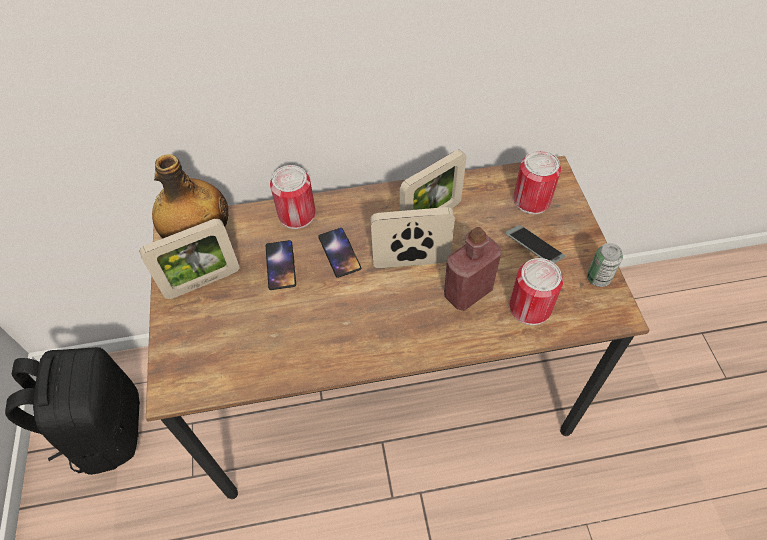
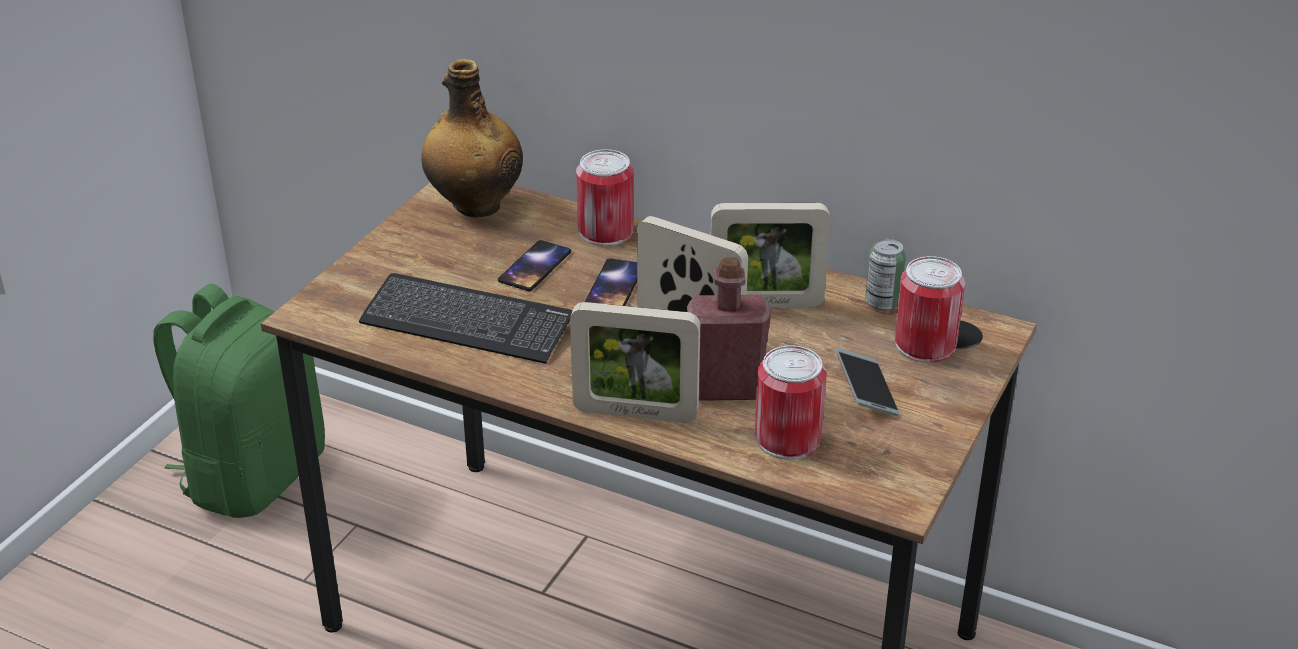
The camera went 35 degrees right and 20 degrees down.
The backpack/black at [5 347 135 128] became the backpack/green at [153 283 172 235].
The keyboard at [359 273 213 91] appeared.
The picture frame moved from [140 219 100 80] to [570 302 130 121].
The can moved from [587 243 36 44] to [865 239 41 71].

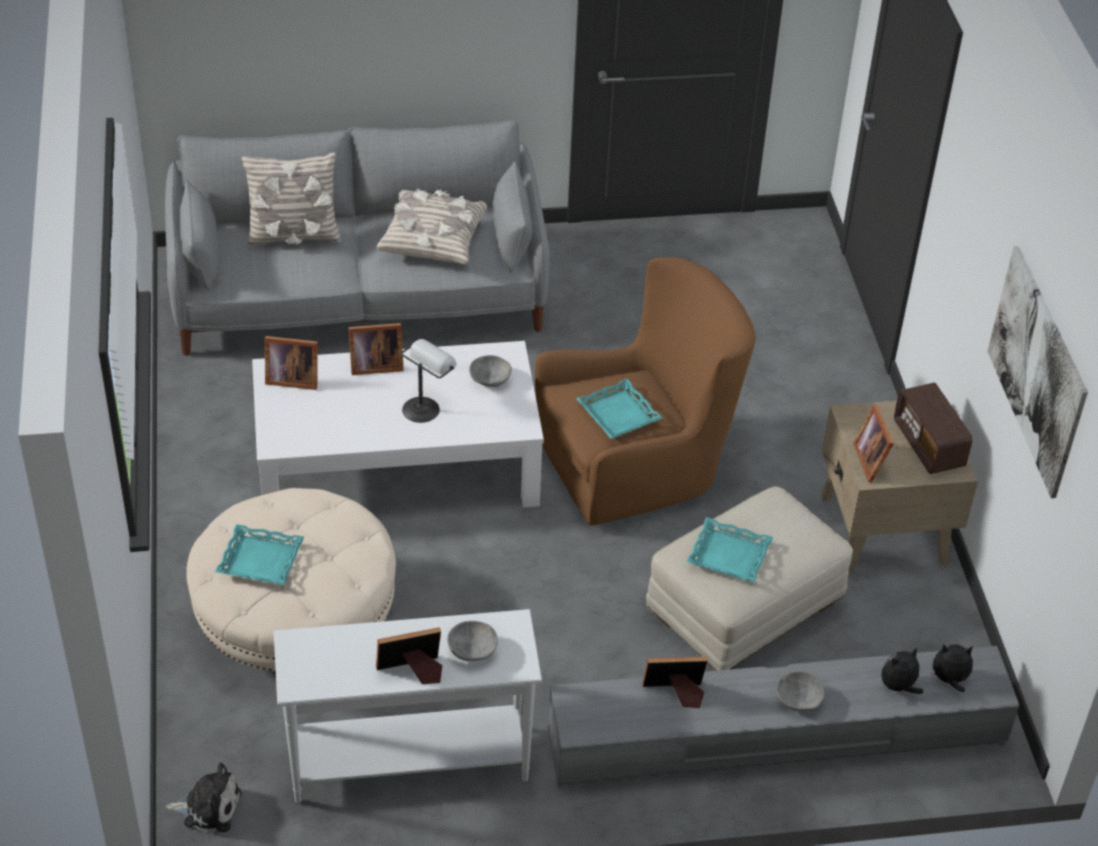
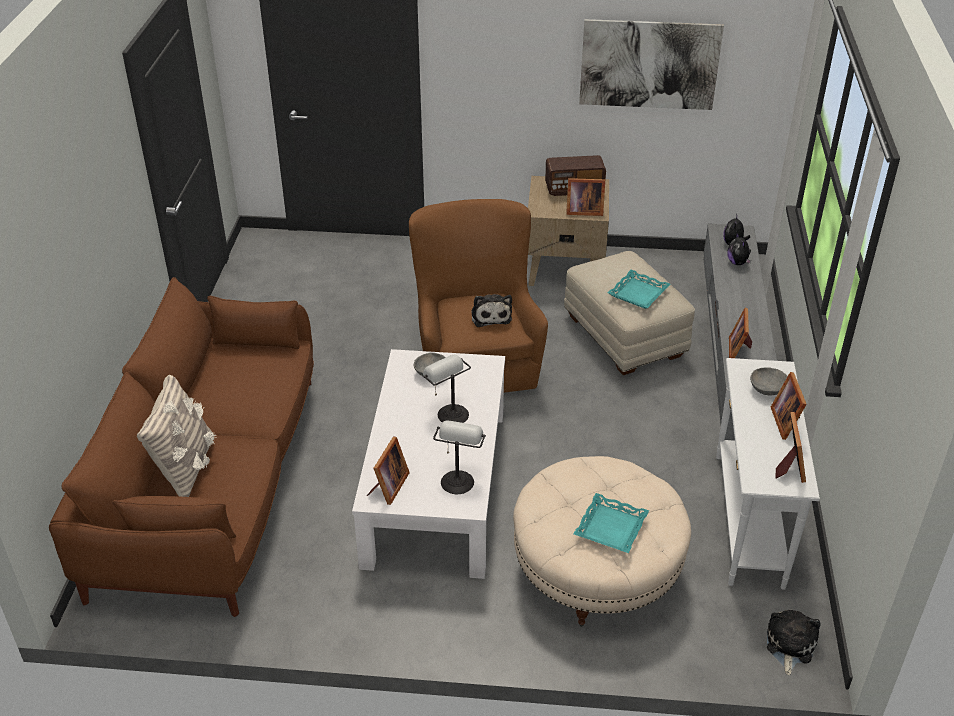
The camera went 75 degrees left and 5 degrees down.
The sofa/grey at [165 120 384 236] became the sofa/brown at [49 277 265 340].
The table lamp at [433 420 53 74] appeared.
The tray/turquoise at [576 378 86 61] was replaced by the plush toy at [471 294 41 33].
The picture frame moved from [349 323 55 52] to [775 412 31 71].
The pillow/beige at [377 189 110 75] disappeared.
The bowl/grey at [776 671 49 41] disappeared.

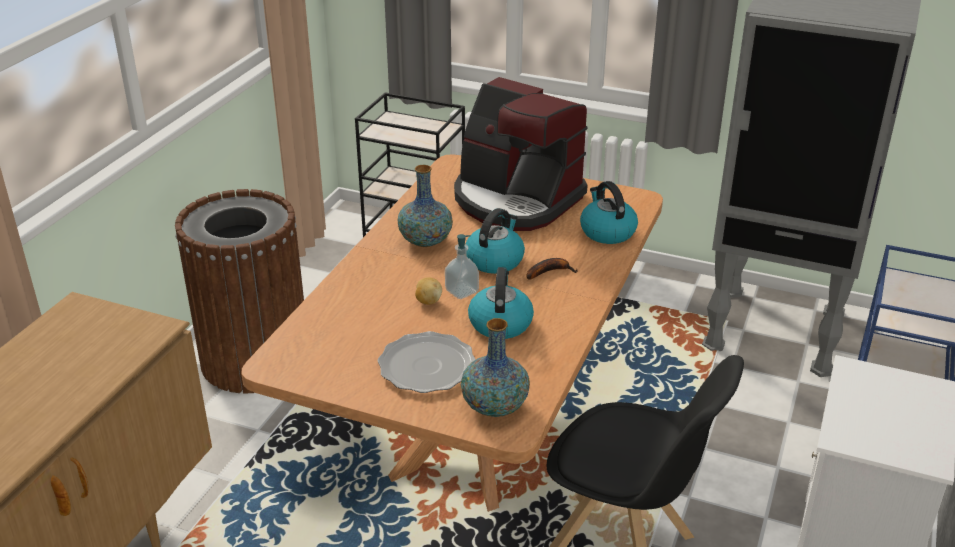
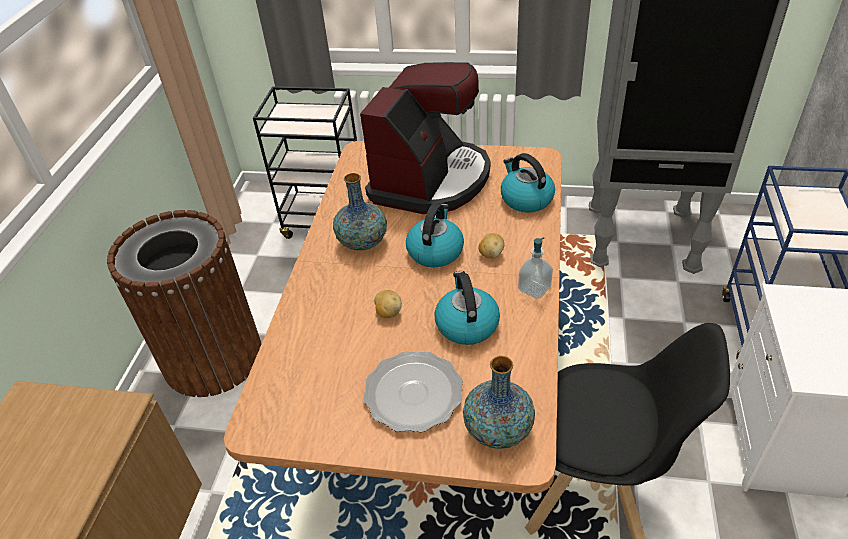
The camera went 10 degrees left and 10 degrees up.
The coffee machine at [454 77 134 154] turned 90 degrees counterclockwise.
The banana at [526 258 52 22] was replaced by the potato at [478 233 26 26].
The soap dispenser moved from [445 234 34 65] to [518 237 35 62].

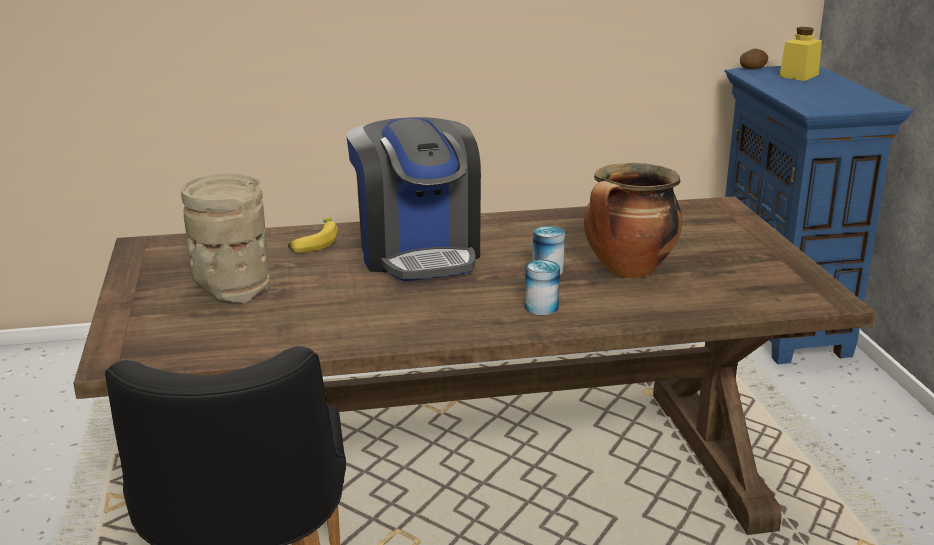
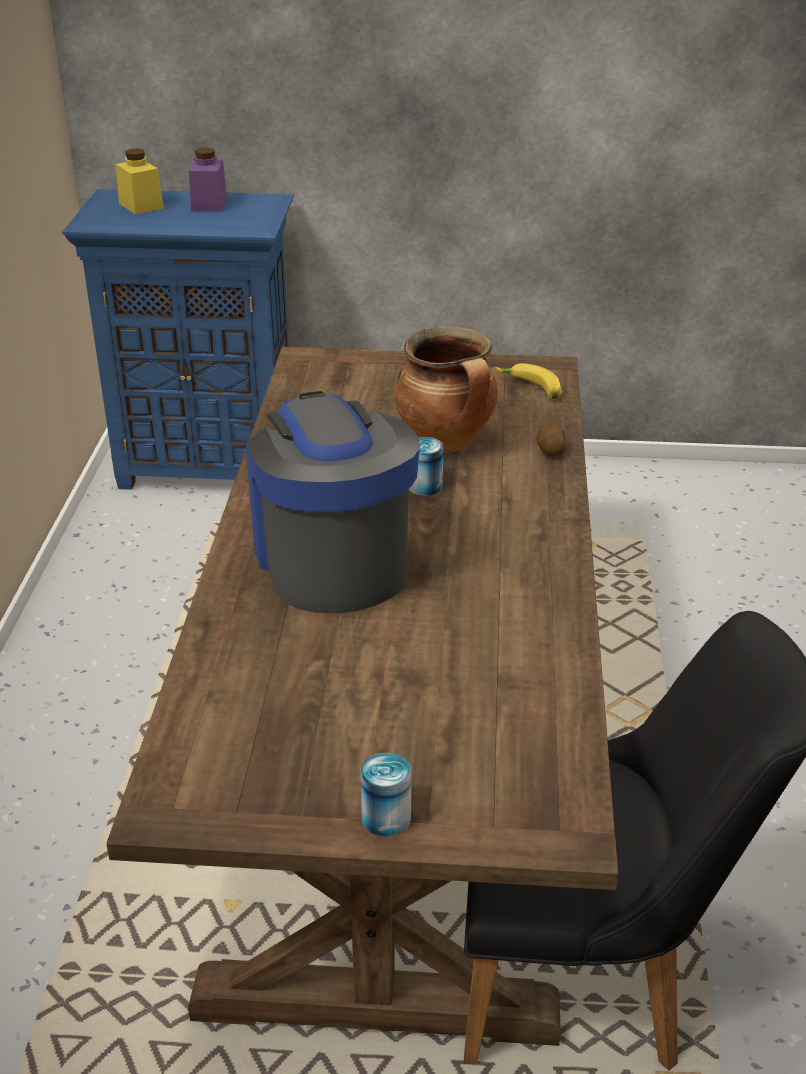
The camera went 75 degrees left and 10 degrees up.
The jar/purple at [189 147 38 65] appeared.
The coffee machine at [346 117 135 164] turned 105 degrees counterclockwise.
The can moved from [525 260 35 55] to [361 753 50 84].
The banana moved from [288 217 50 36] to [495 363 67 36].
The potato moved from [740 49 28 20] to [536 422 30 35].
The vase/beige at [181 174 89 129] disappeared.

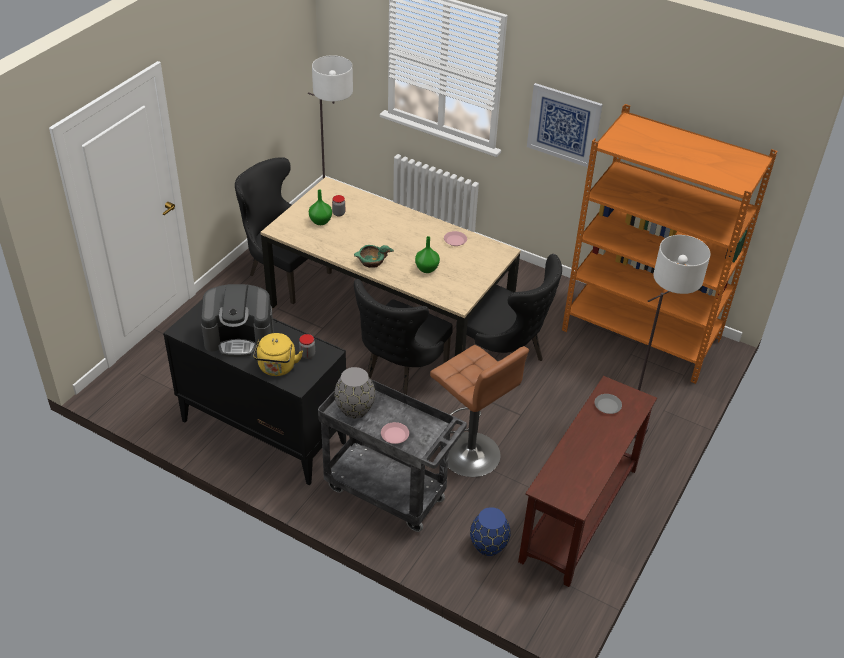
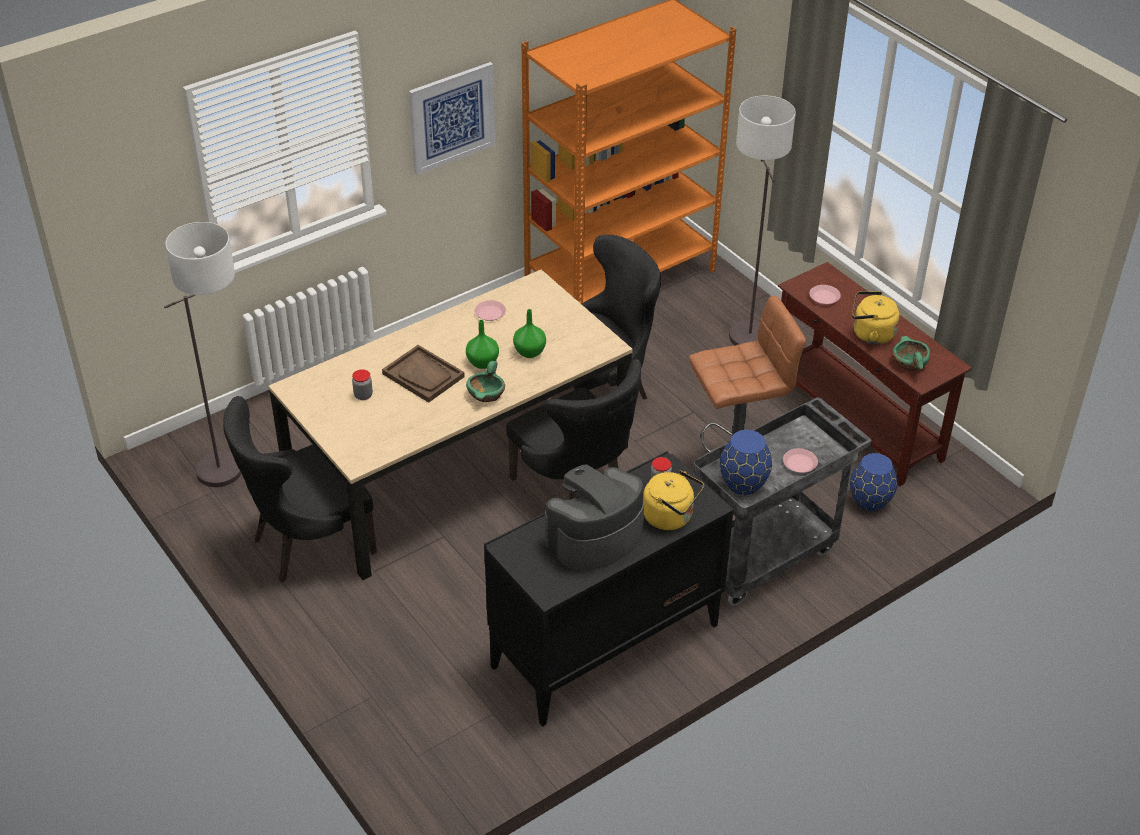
The camera went 65 degrees left and 0 degrees up.
The tray/brown at [382 345 83 58] appeared.
The vase/green moved from [309 189 23 36] to [466 320 33 49].
The coffee machine at [201 284 73 73] turned 150 degrees counterclockwise.
The vase/grey at [334 367 42 51] became the vase/blue at [720 430 52 65].
The plate/grey at [595 394 27 20] became the plate/pink at [809 285 32 20].
The kettle/yellow at [852 291 48 53] appeared.
The bowl/green at [893 336 37 35] appeared.

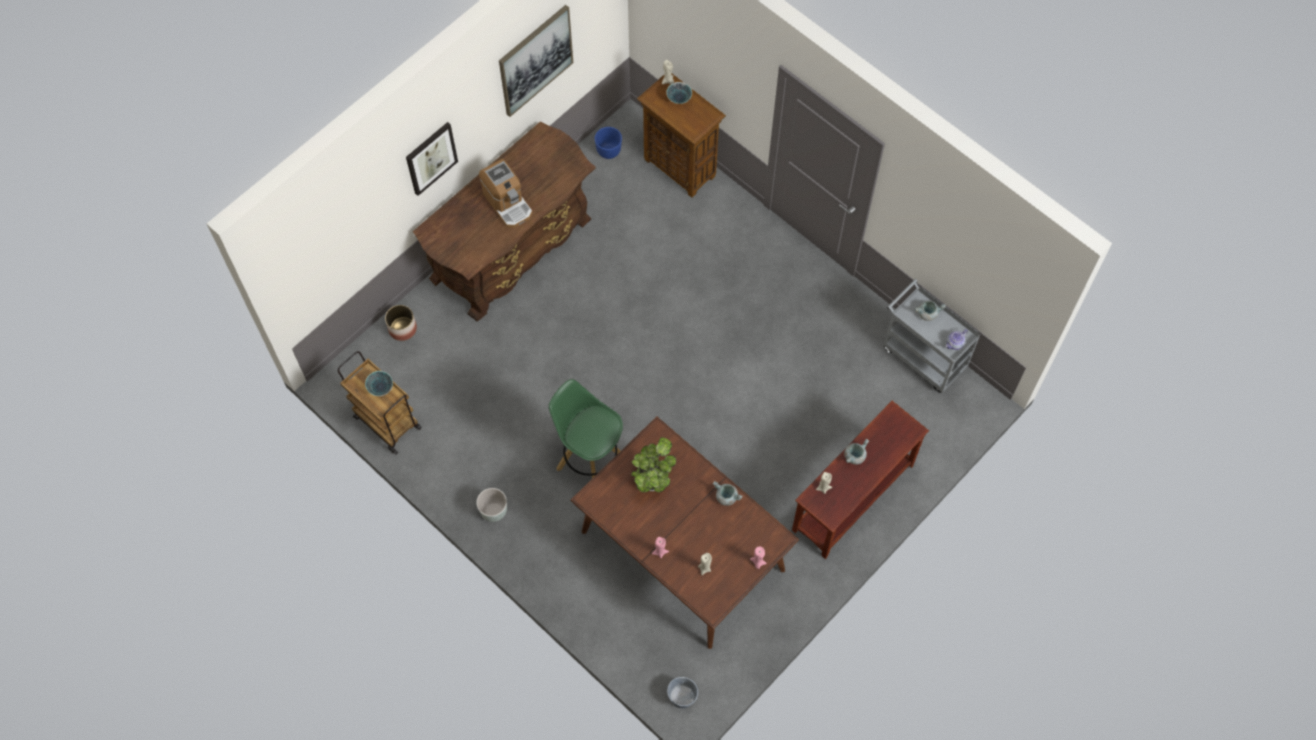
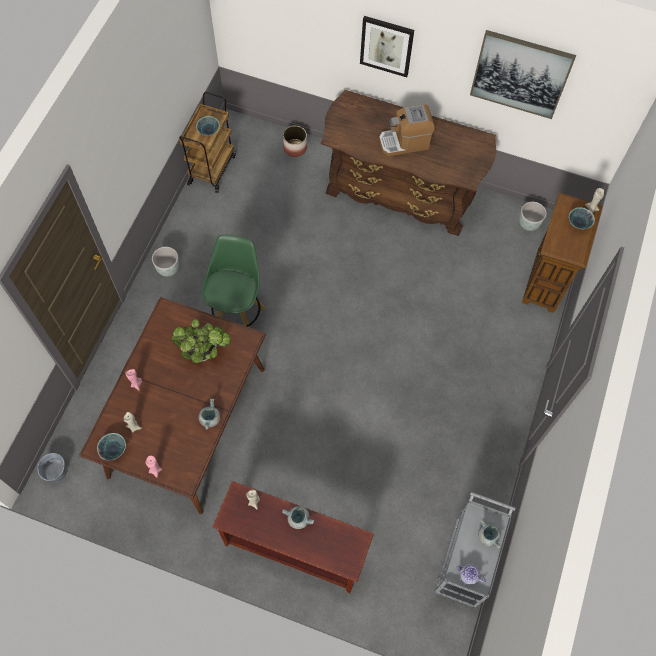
The camera went 65 degrees right and 0 degrees up.
The bowl at [97 433 29 28] appeared.
The coffee machine at [479 158 53 70] turned 45 degrees clockwise.
The planter/blue at [595 127 27 32] became the planter/grey at [519 202 27 29].

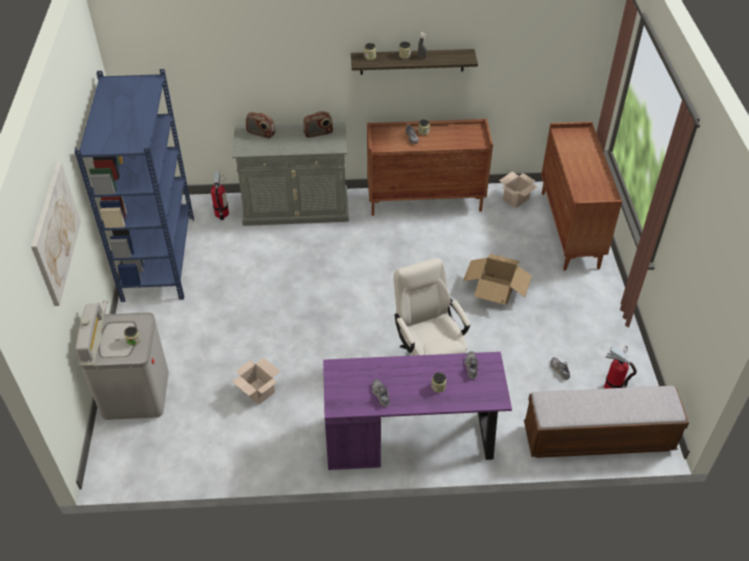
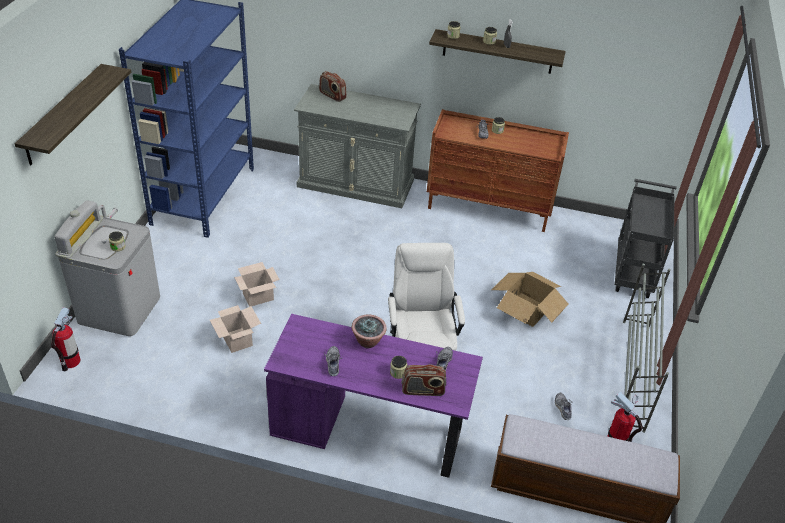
The camera went 15 degrees right and 5 degrees down.
The picture at [31 162 50 144] was replaced by the shelf at [15 64 117 101].
The fire extinguisher moved from [211 171 18 49] to [51 307 30 64].
The cardboard box moved from [499 171 39 37] to [234 262 46 45].
The potted plant at [351 314 36 34] appeared.
The radio moved from [303 111 30 27] to [402 364 44 32].
The cabinet/brown at [541 122 81 149] was replaced by the cart/grey at [614 179 63 119].
The shoe rack/grey at [623 263 48 170] appeared.

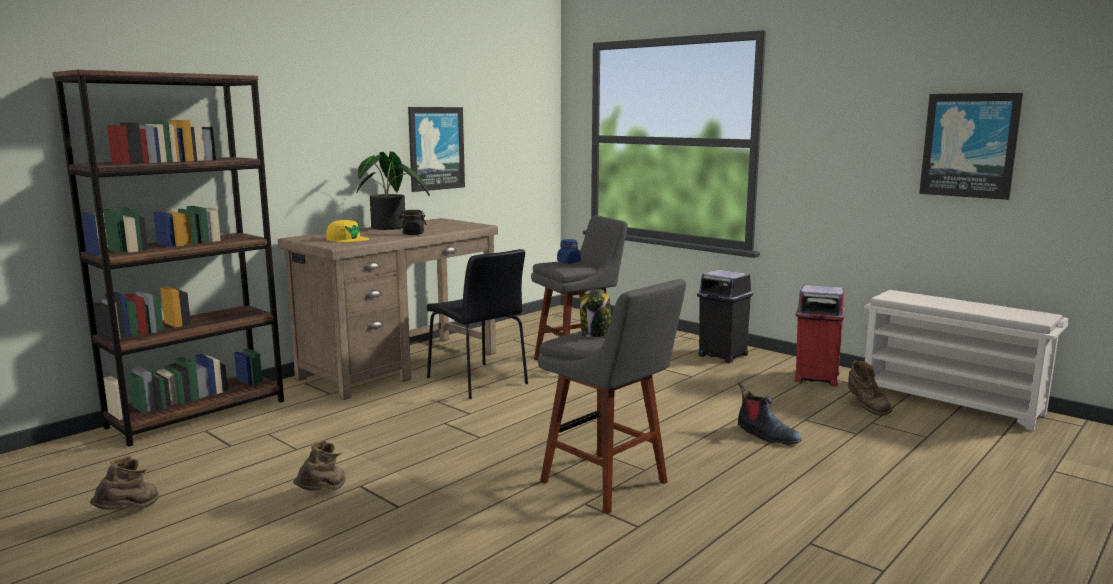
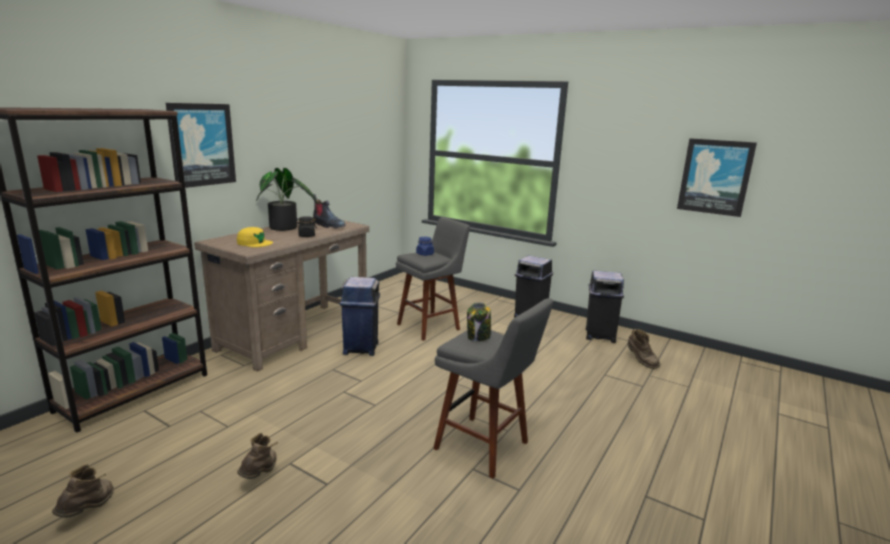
The camera went 10 degrees left and 5 degrees up.
The picture moved from [408 107 57 85] to [166 103 70 85].
The boot moved from [738 382 64 63] to [313 194 33 34].
The chair/black at [427 249 101 150] was replaced by the trash can/blue at [340 277 40 79].
The trash can/red at [794 285 52 101] became the trash can/black at [586 271 38 72].
The shoe rack/white at [864 290 204 141] disappeared.

